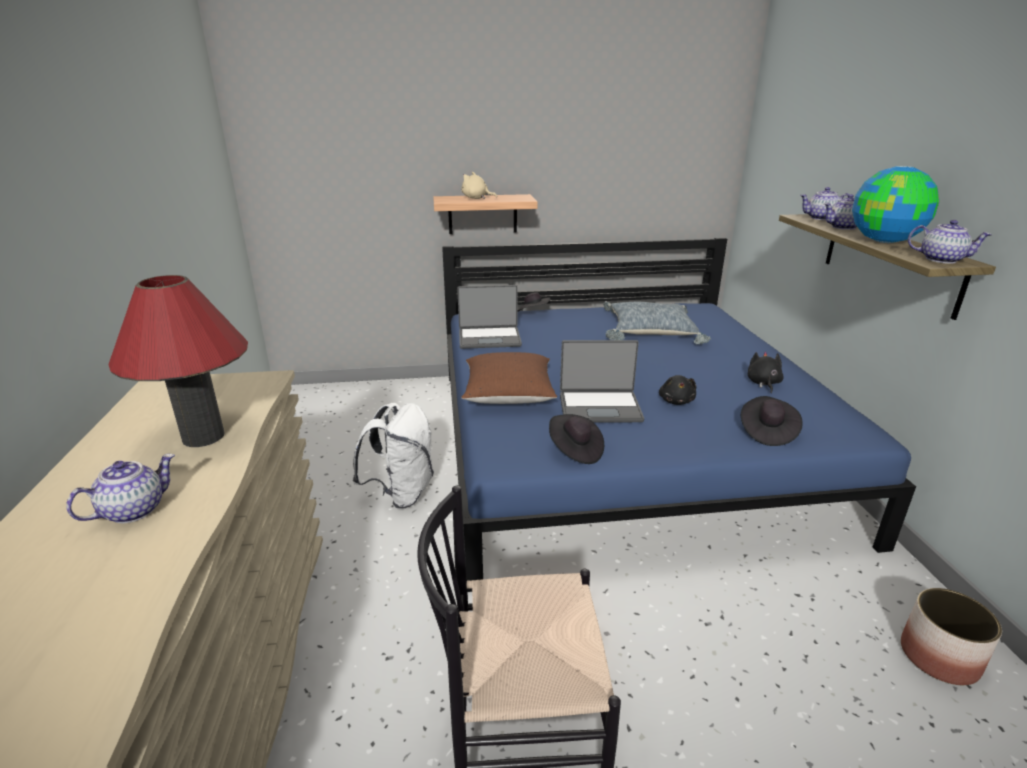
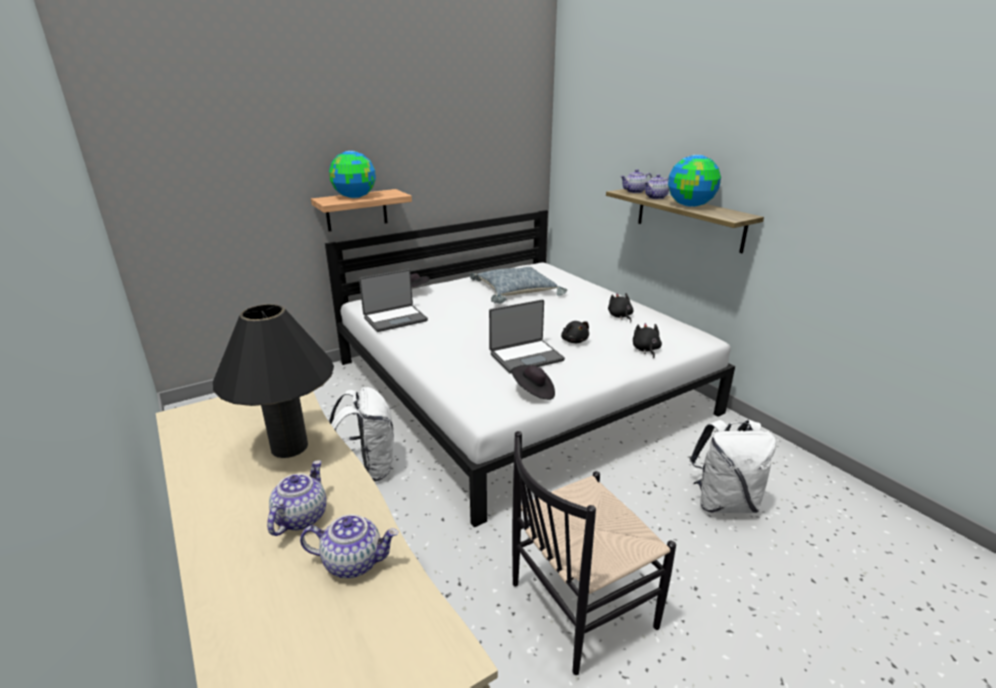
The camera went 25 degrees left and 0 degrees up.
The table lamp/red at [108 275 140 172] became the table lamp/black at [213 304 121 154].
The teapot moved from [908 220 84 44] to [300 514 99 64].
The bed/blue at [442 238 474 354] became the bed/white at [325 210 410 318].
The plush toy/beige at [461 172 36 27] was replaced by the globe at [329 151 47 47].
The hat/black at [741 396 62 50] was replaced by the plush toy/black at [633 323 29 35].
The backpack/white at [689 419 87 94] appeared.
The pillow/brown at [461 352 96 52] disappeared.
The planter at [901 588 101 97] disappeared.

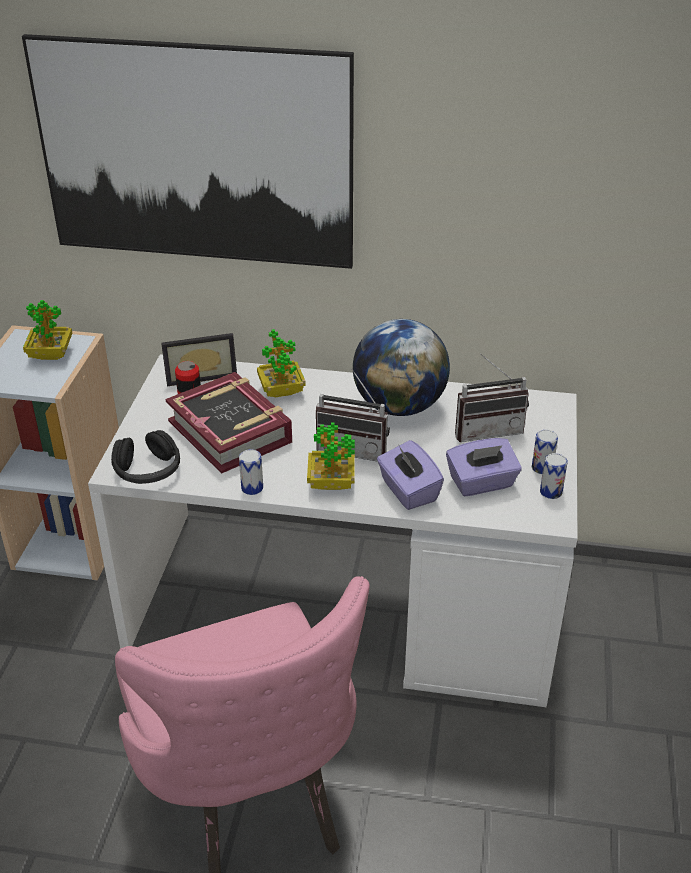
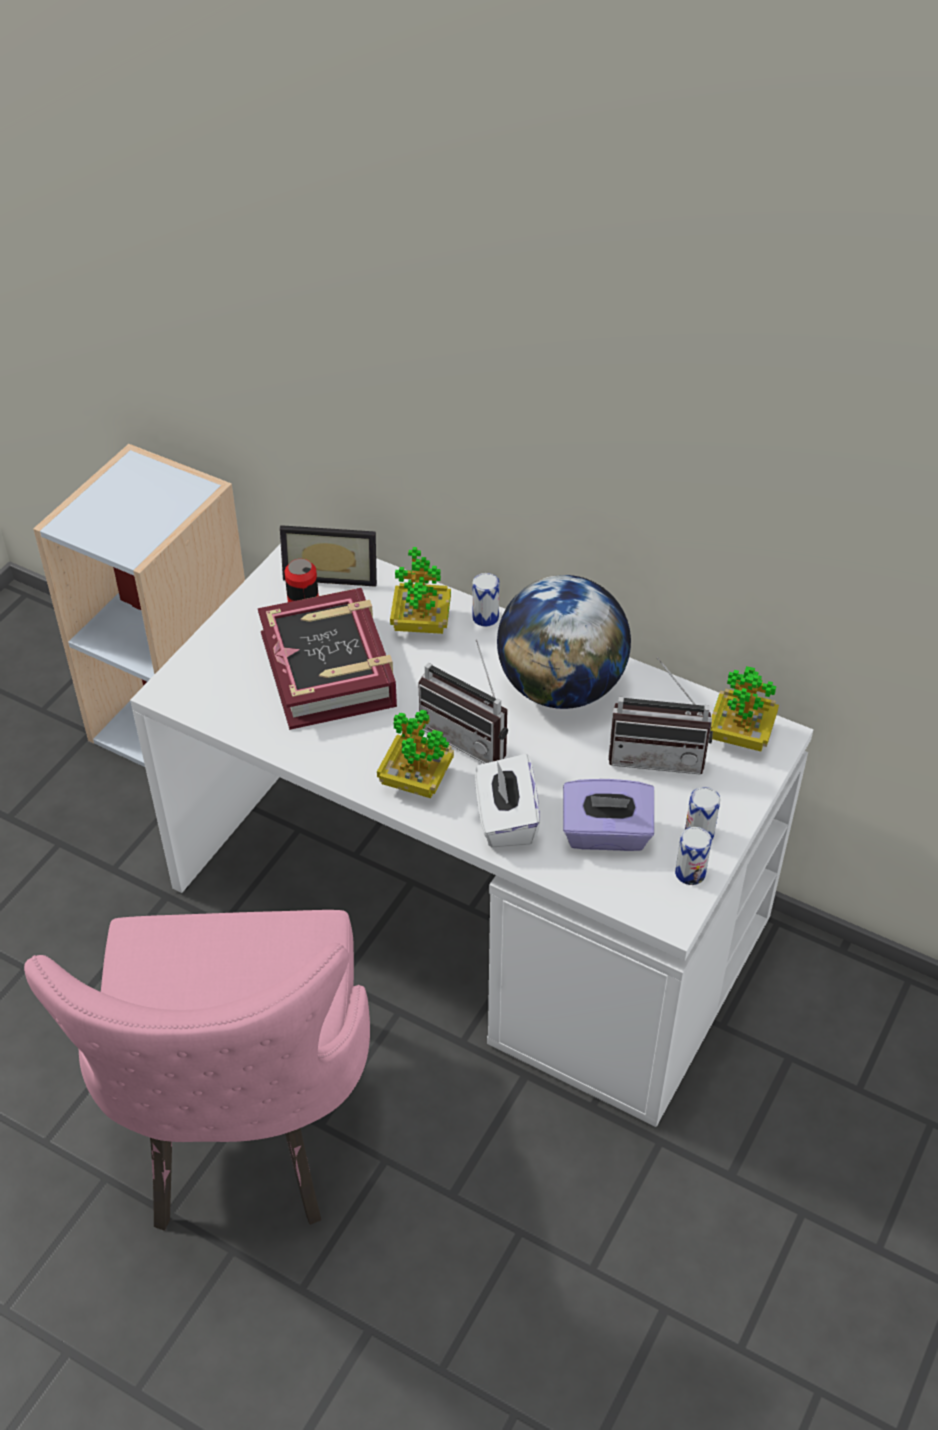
The camera went 20 degrees right and 10 degrees up.
The can moved from [239 449 24 46] to [472 573 28 54].
The tissue box/purple at [377 440 67 70] became the tissue box/white at [475 754 65 93].
The potted plant moved from [23 300 49 60] to [710 666 69 85].
The picture at [22 34 332 235] disappeared.
The headphones/black at [111 430 69 54] disappeared.

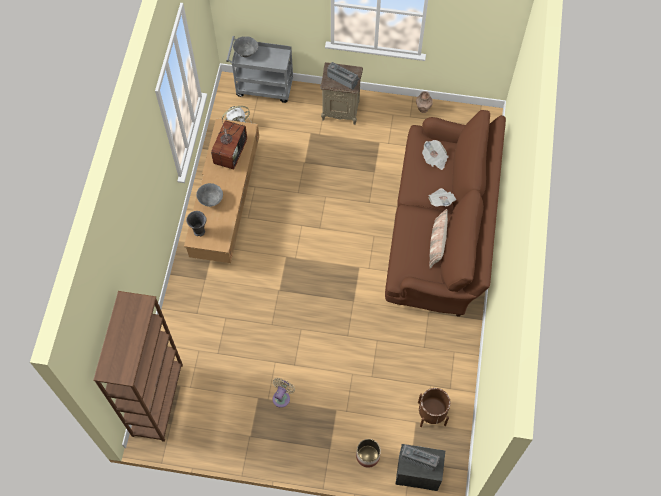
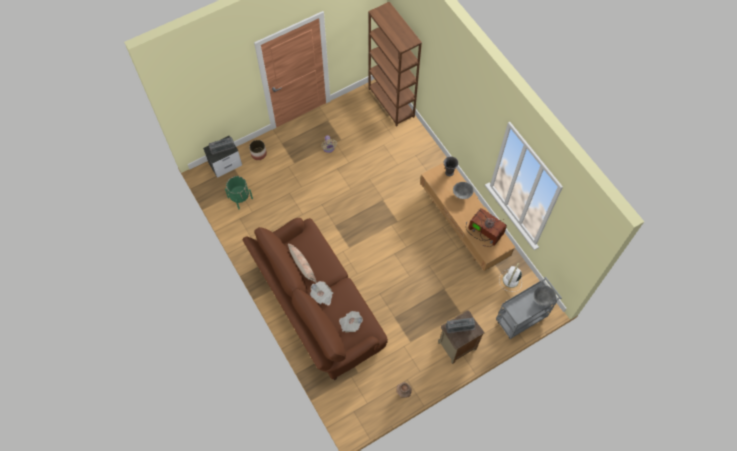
The camera went 140 degrees right and 0 degrees up.
The planter/brown at [418 388 32 39] became the planter/green at [225 176 28 33].
The television at [211 119 36 50] turned 150 degrees clockwise.

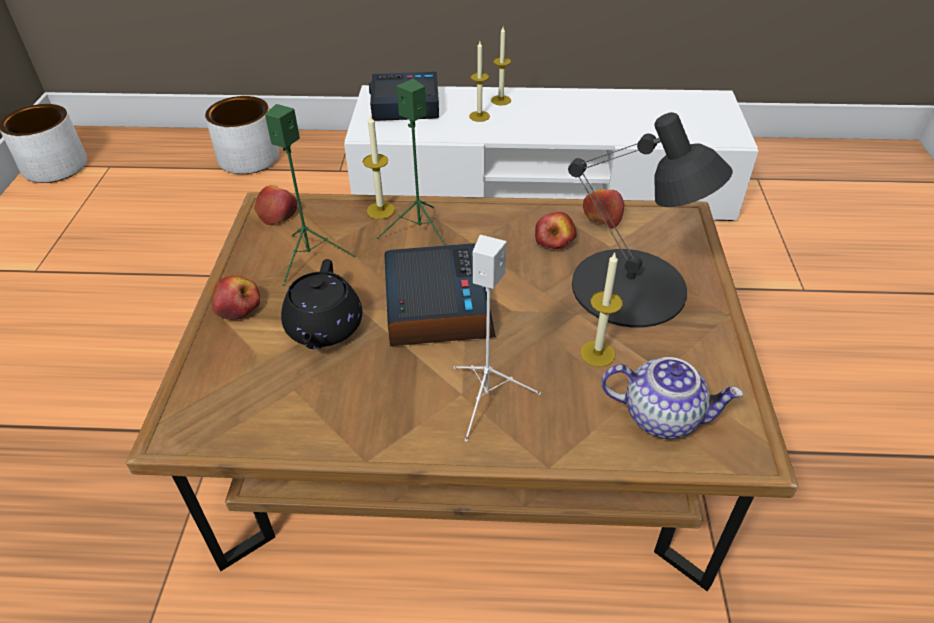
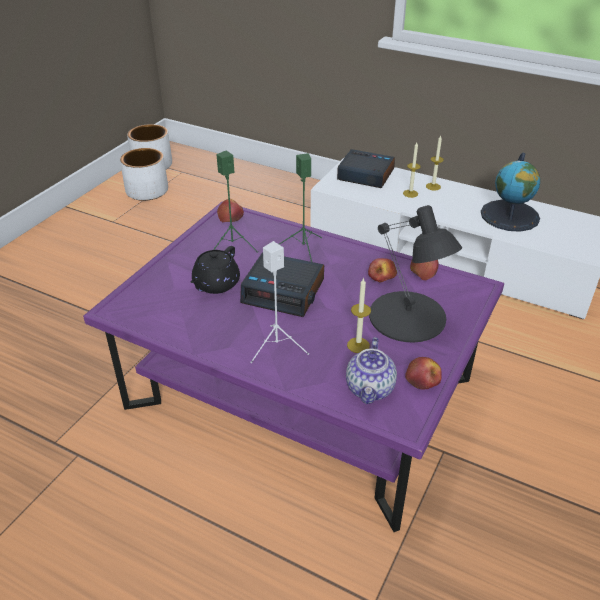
The camera went 25 degrees right and 5 degrees down.
The coffee table/brown at [126 192 673 399] became the coffee table/purple at [83 201 421 331].
The planter/white moved from [205 96 74 78] to [120 148 48 53].
The alarm clock at [384 243 112 103] turned 90 degrees clockwise.
The teapot at [601 357 142 82] turned 60 degrees clockwise.
The apple moved from [212 276 48 44] to [405 357 37 32].
The globe at [481 152 59 80] appeared.
The candle at [363 114 32 105] disappeared.

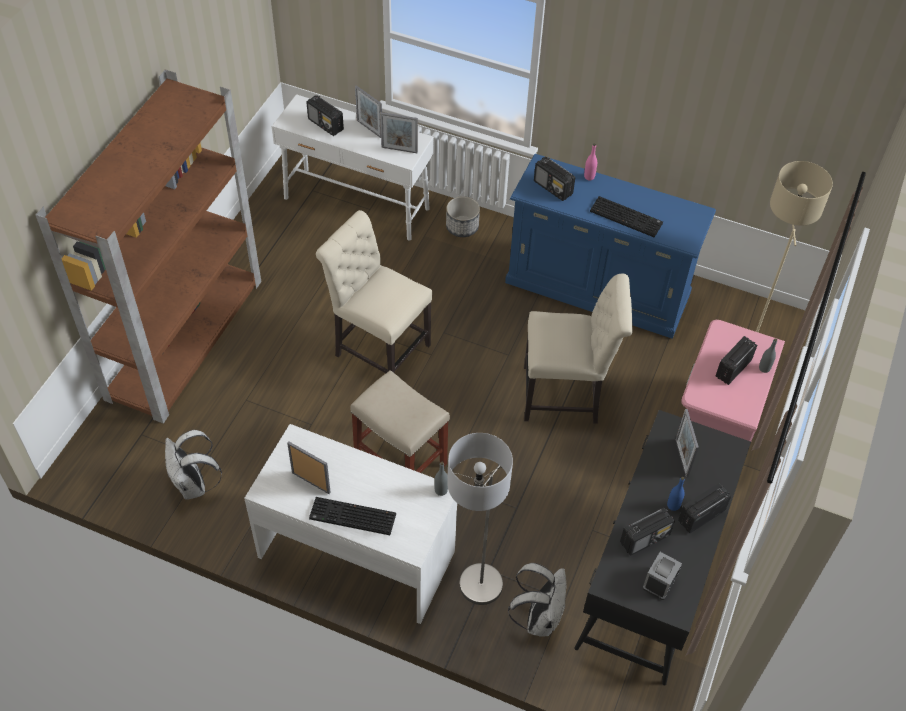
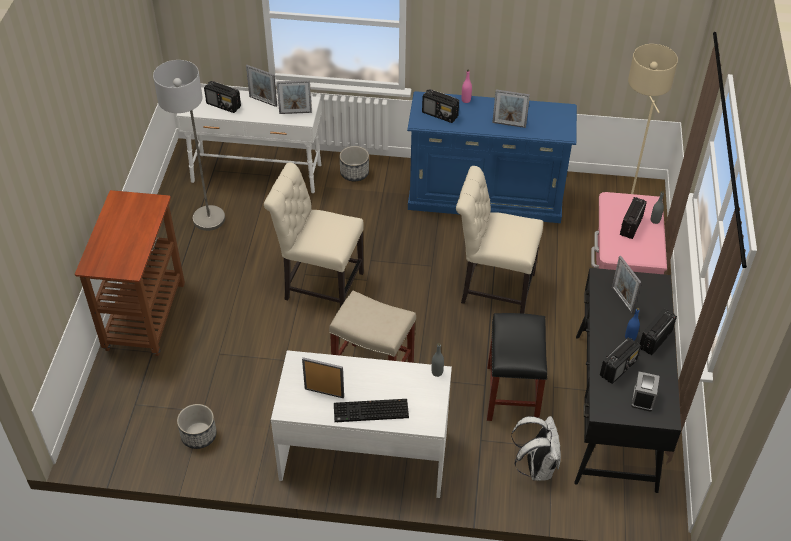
The camera went 15 degrees left and 5 degrees down.
The bookcase/brown at [36 69 225 355] was replaced by the cart/brown at [75 190 110 166].
The floor lamp/grey moved from [447 433 66 172] to [153 60 72 171].
The backpack/white at [165 430 57 70] was replaced by the planter at [177 404 40 45].
The chair/beige at [524 274 109 150] turned 150 degrees counterclockwise.
The stool/black at [487 313 60 111] appeared.
The keyboard at [590 196 73 41] was replaced by the picture frame at [492 90 38 38].

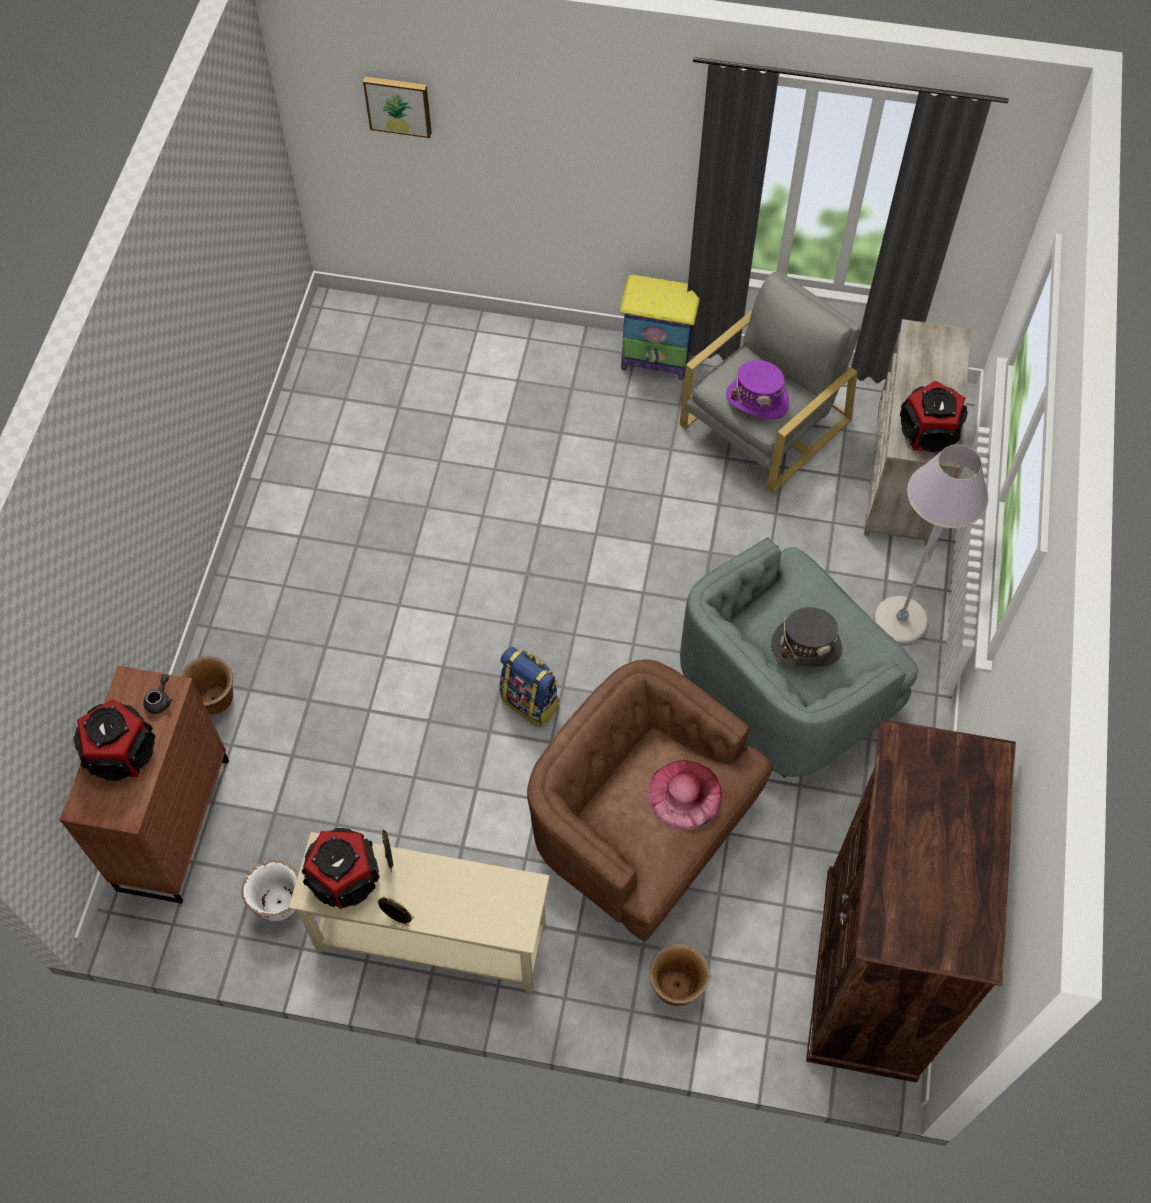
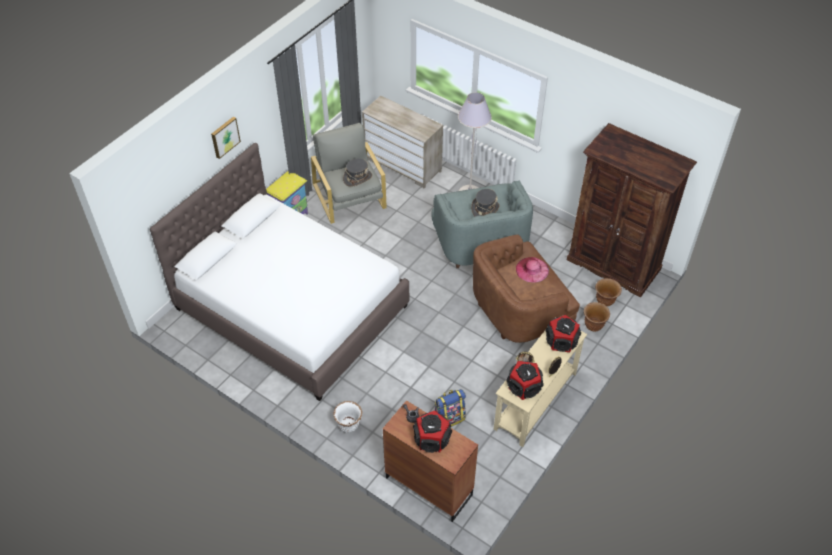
The camera went 65 degrees left and 10 degrees down.
The bed/white at [150 143 260 258] appeared.
The picture moved from [363 77 69 61] to [211 117 30 42].
The planter/white moved from [242 860 56 61] to [334 401 28 31].
The hat/purple at [726 360 63 60] became the hat/grey at [343 159 29 28].
The backpack moved from [500 647 59 80] to [435 389 31 38].
The speaker moved from [900 381 68 71] to [546 315 35 37].
The planter/brown moved from [180 656 53 58] to [595 278 27 28].

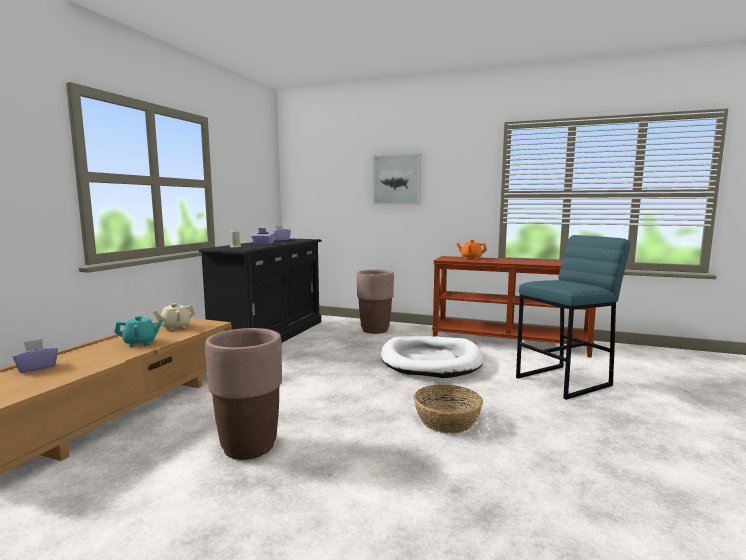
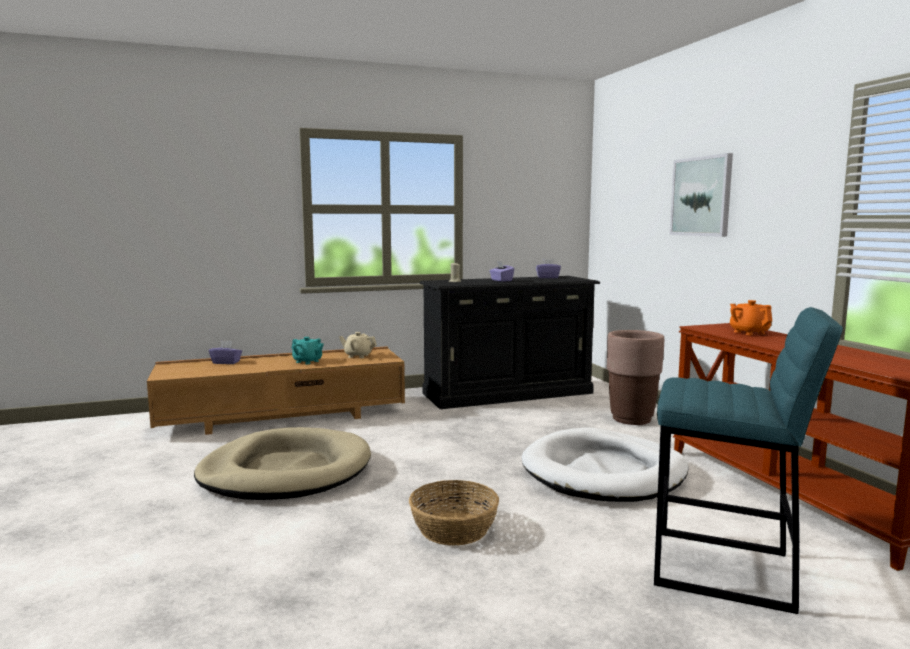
The camera went 50 degrees right and 0 degrees up.
The planter/brown at [205 328 77 132] was replaced by the dog bed/beige at [194 427 177 73].

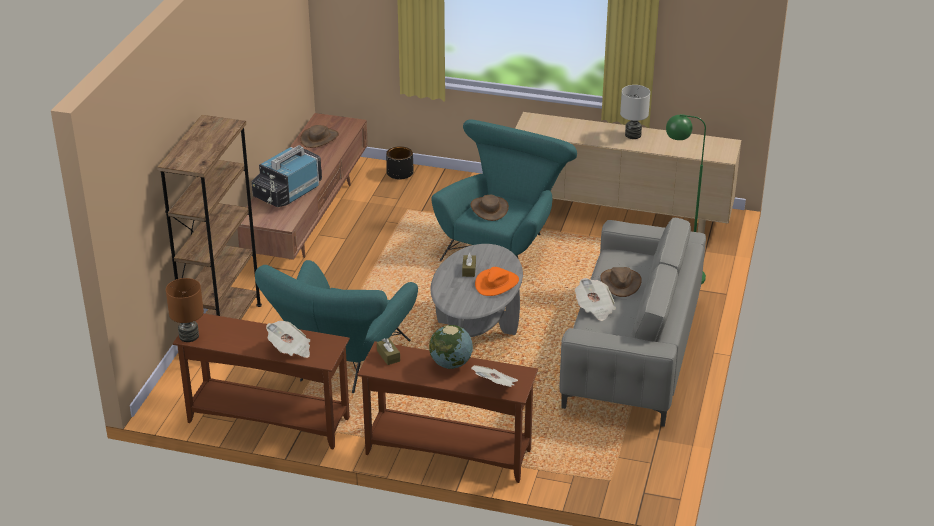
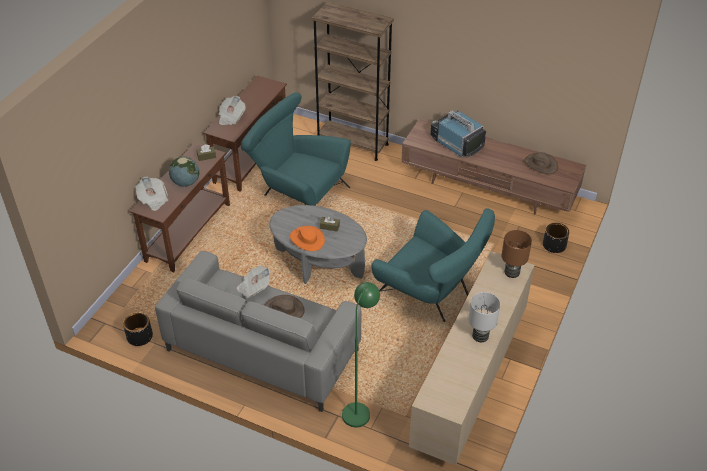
The camera went 100 degrees right and 10 degrees up.
The planter/black at [123 312 30 34] appeared.
The table lamp/brown moved from [166 278 38 64] to [501 230 31 48].
The hat/brown at [471 195 38 26] disappeared.

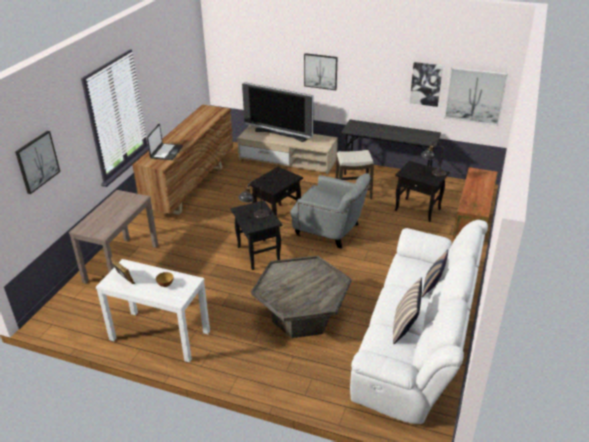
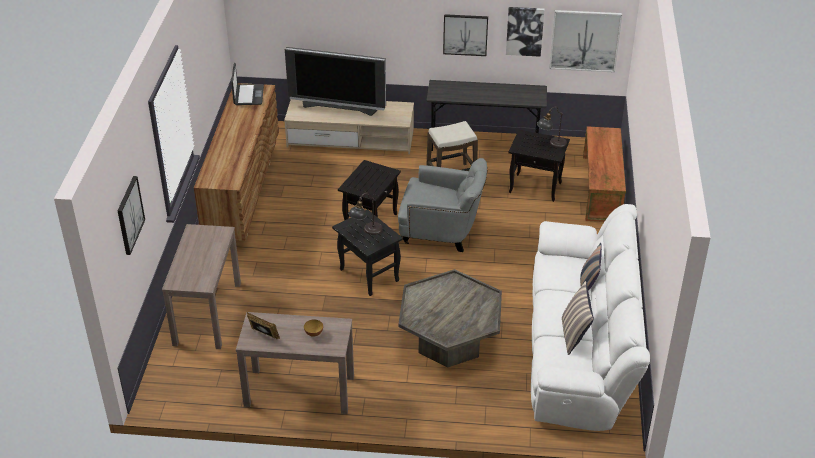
The camera went 15 degrees left and 5 degrees up.
The laptop moved from [147 124 36 36] to [231 63 33 42].
The console table/white at [96 259 114 104] became the console table/brown at [236 312 118 102].
The picture moved from [304 53 34 37] to [443 14 45 42].

